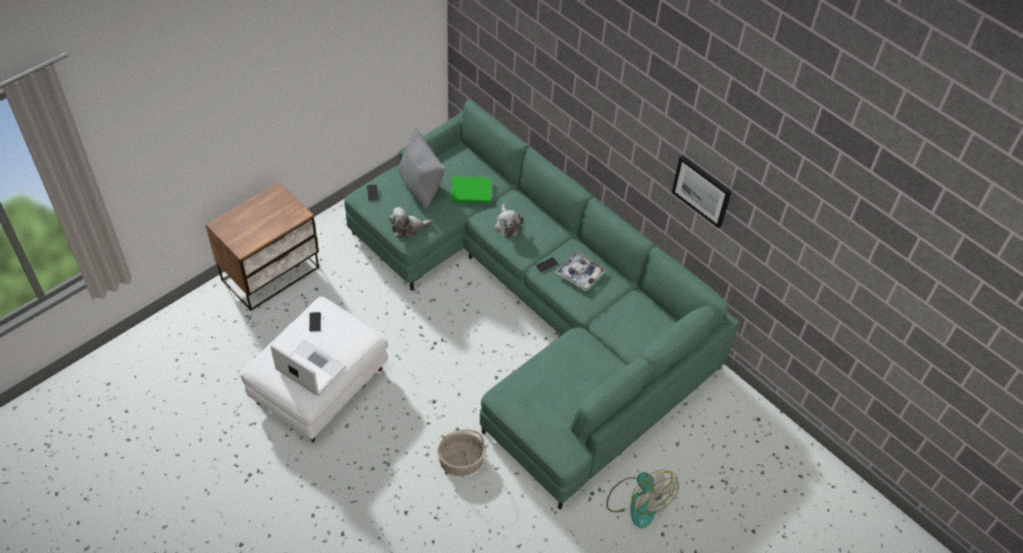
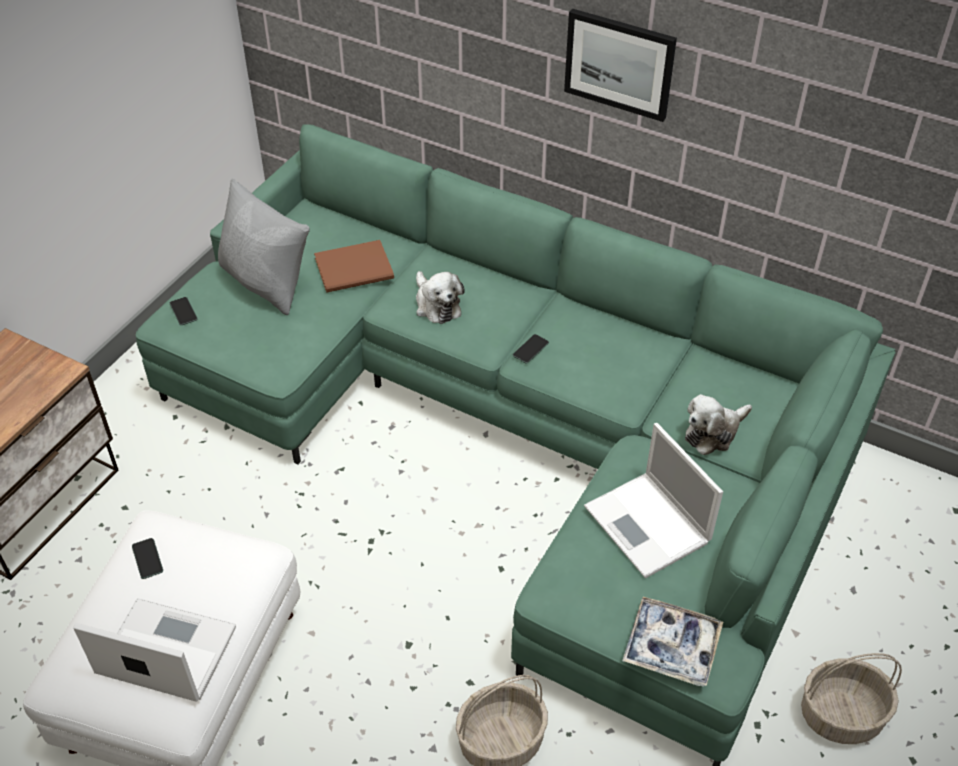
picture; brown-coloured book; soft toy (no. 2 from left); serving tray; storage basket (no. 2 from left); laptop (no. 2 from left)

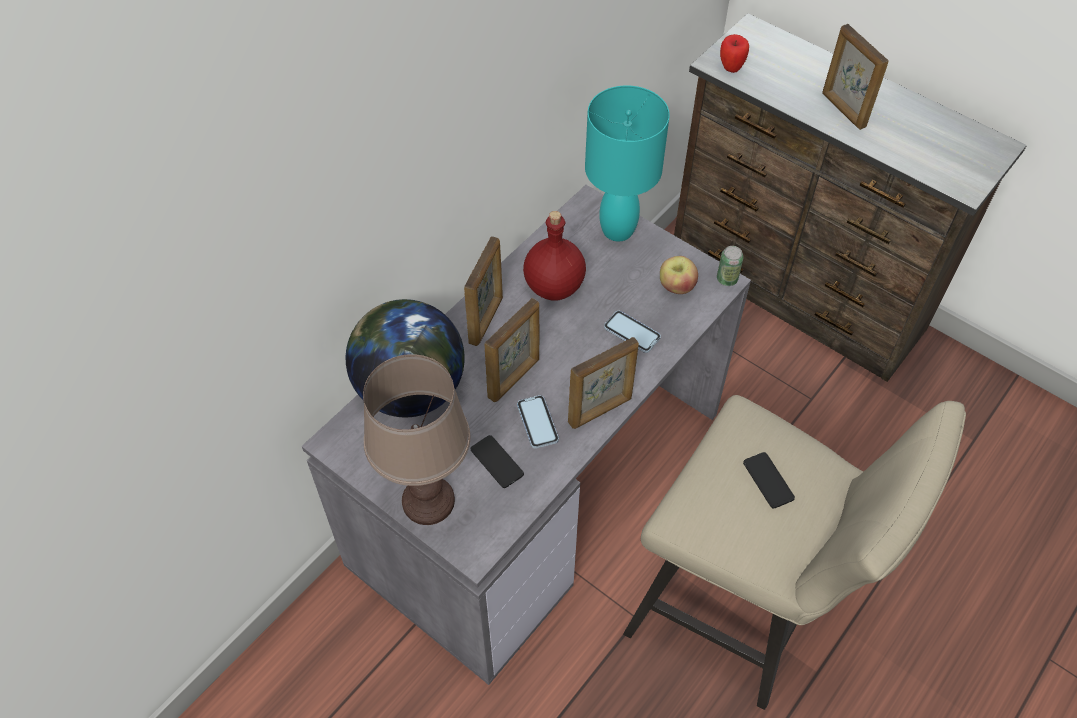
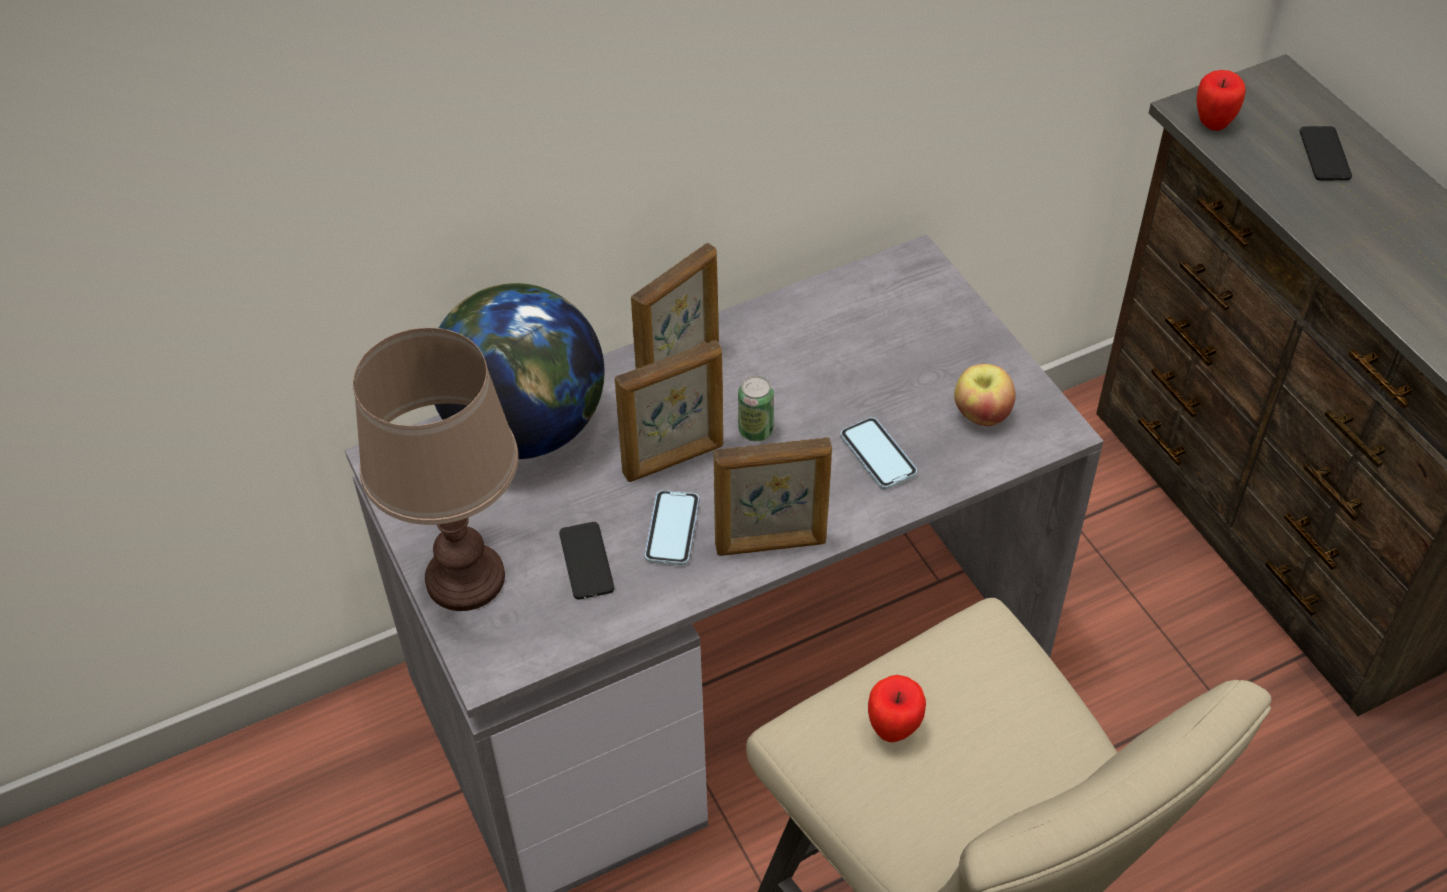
standing frame (no. 4 from left in the first image); turquoise-coloured lamp for a table; red-coloured bottle; sealed can; telephone (no. 4 from left); apple fruit (no. 1 from left)

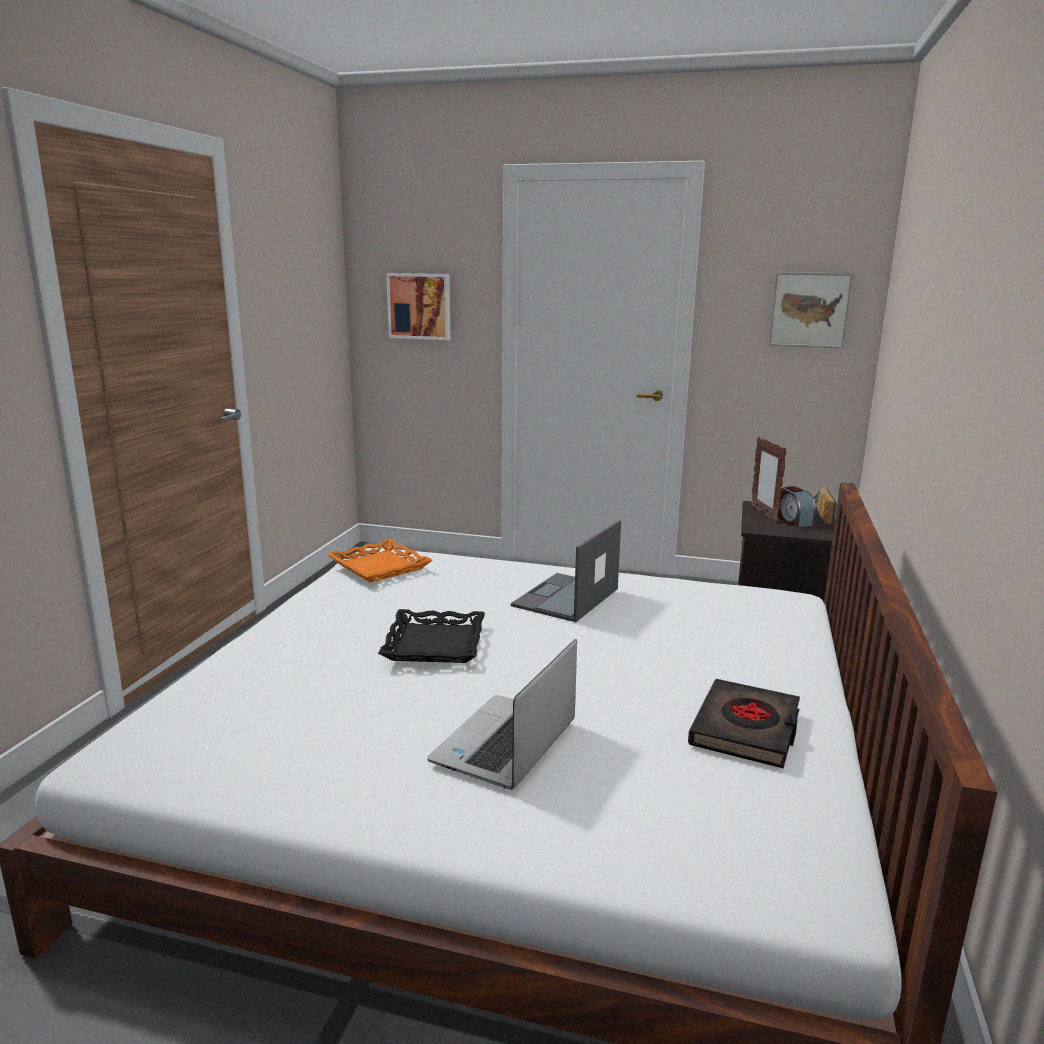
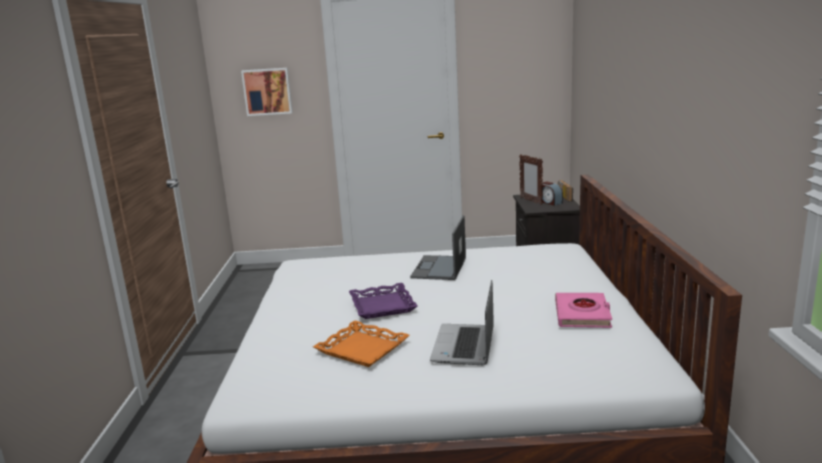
picture (no. 2 from left in the first image); orange serving tray; purplish serving tray; pinkish book

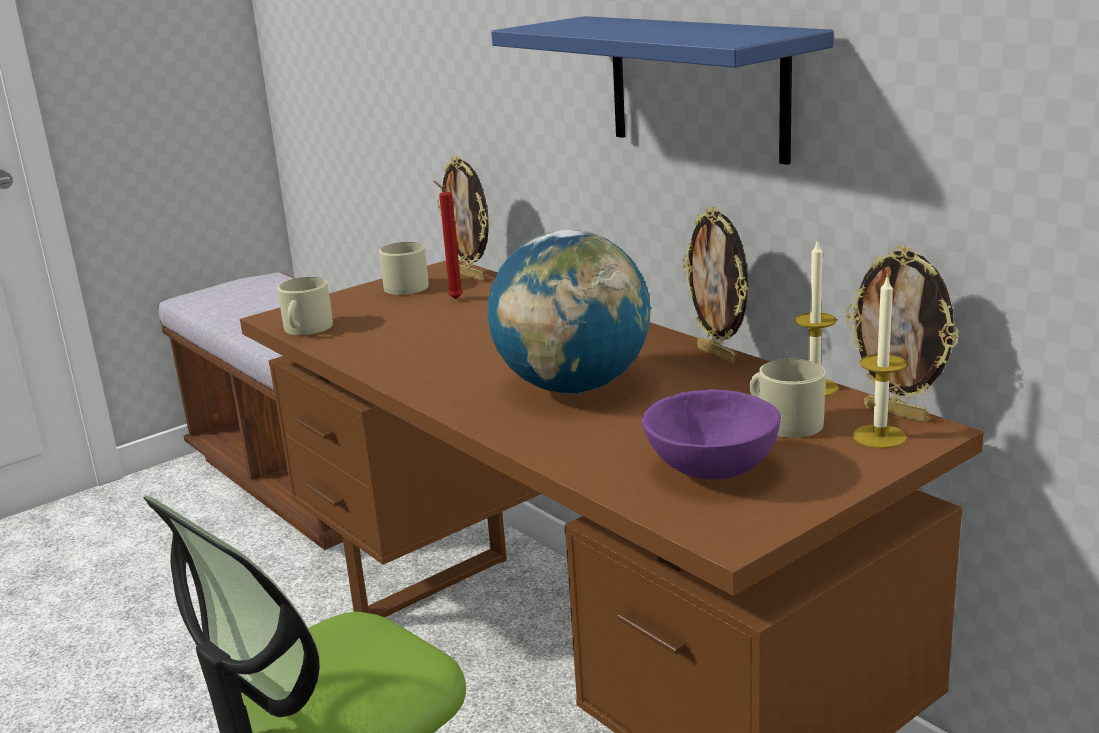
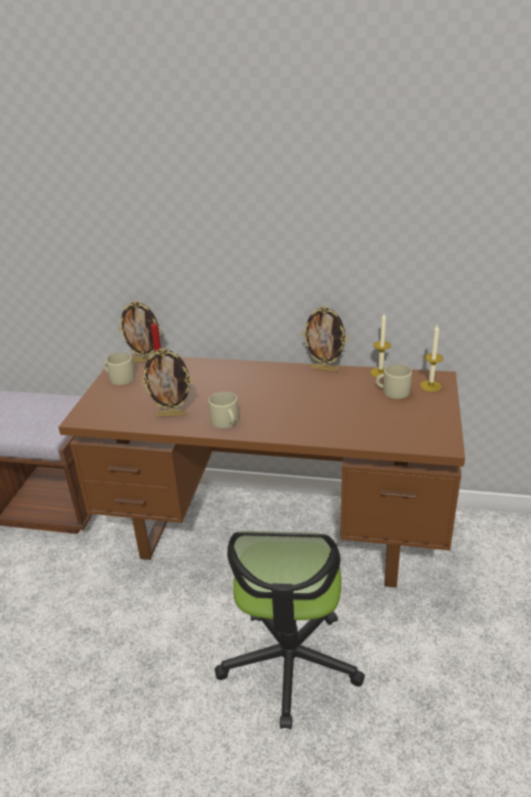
bluish bracket shelf; world globe; standing frame (no. 2 from left); beige-coloured mug (no. 2 from left); purplish serving bowl

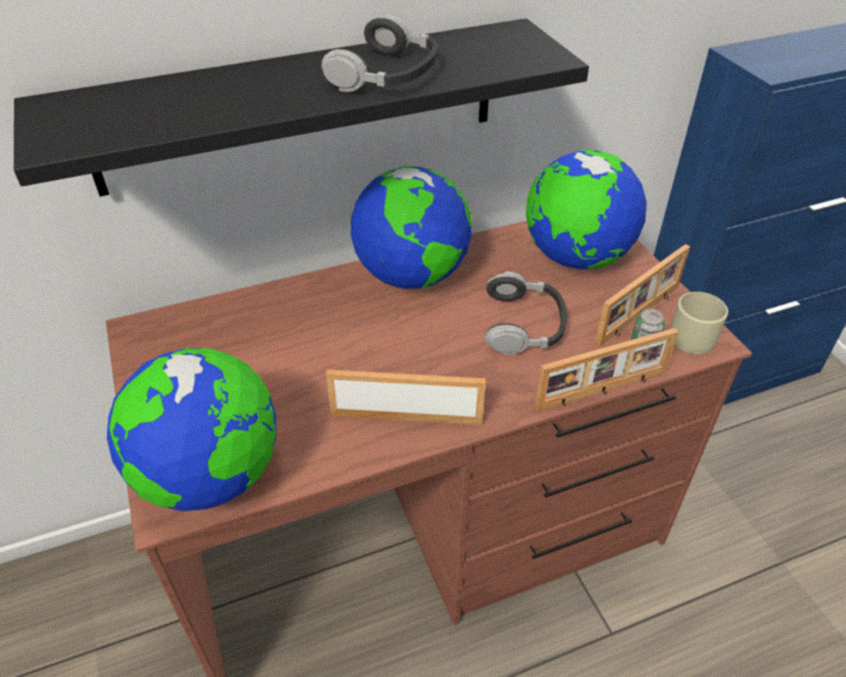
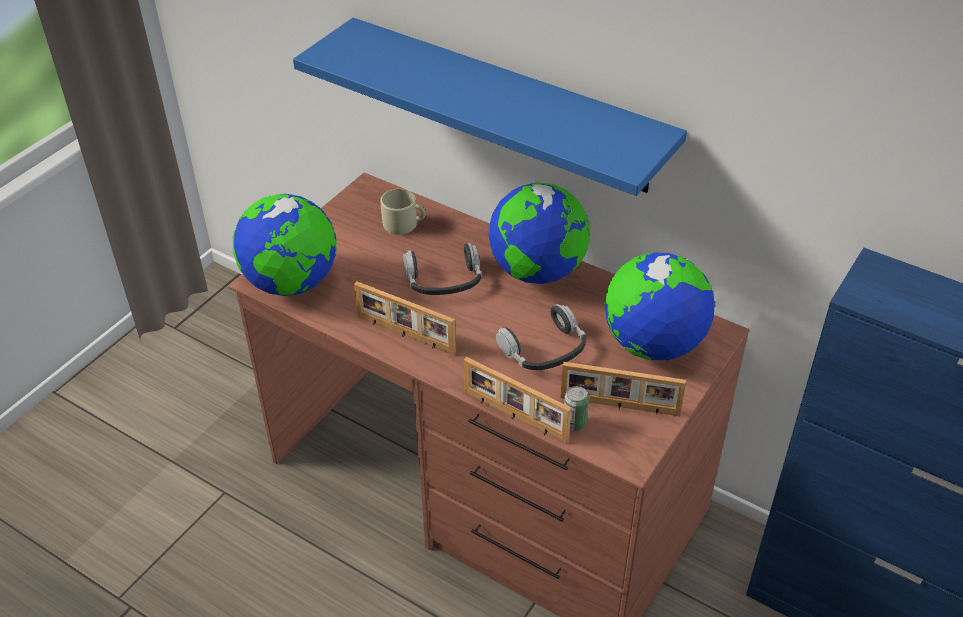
headset (no. 1 from left); bluish bracket shelf; beige-coloured mug; standing frame (no. 1 from left)

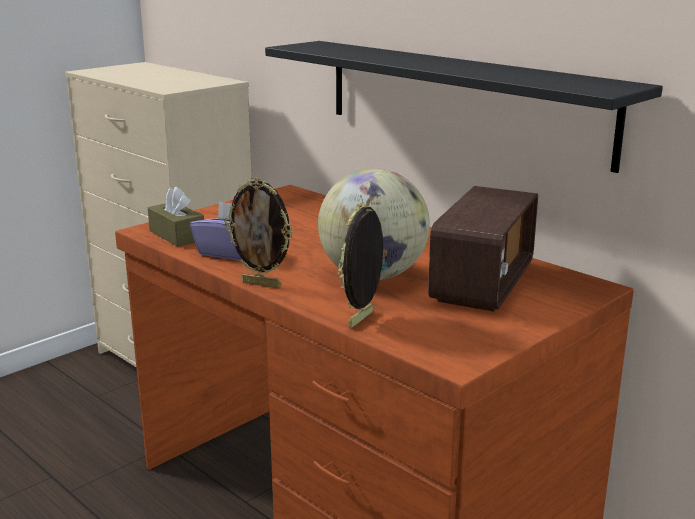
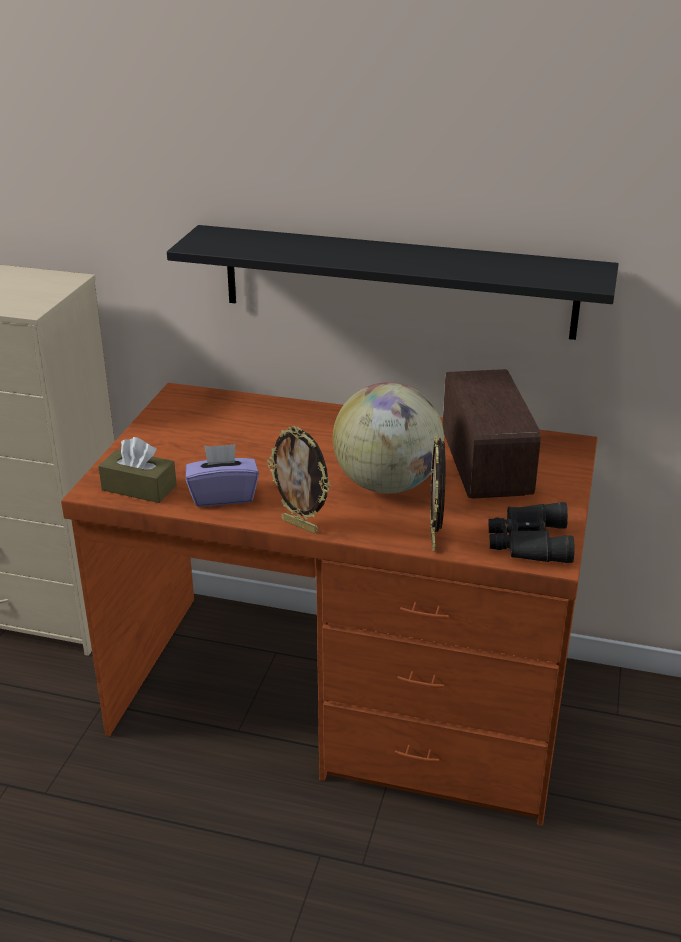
standing frame (no. 1 from left); black-coloured field glasses

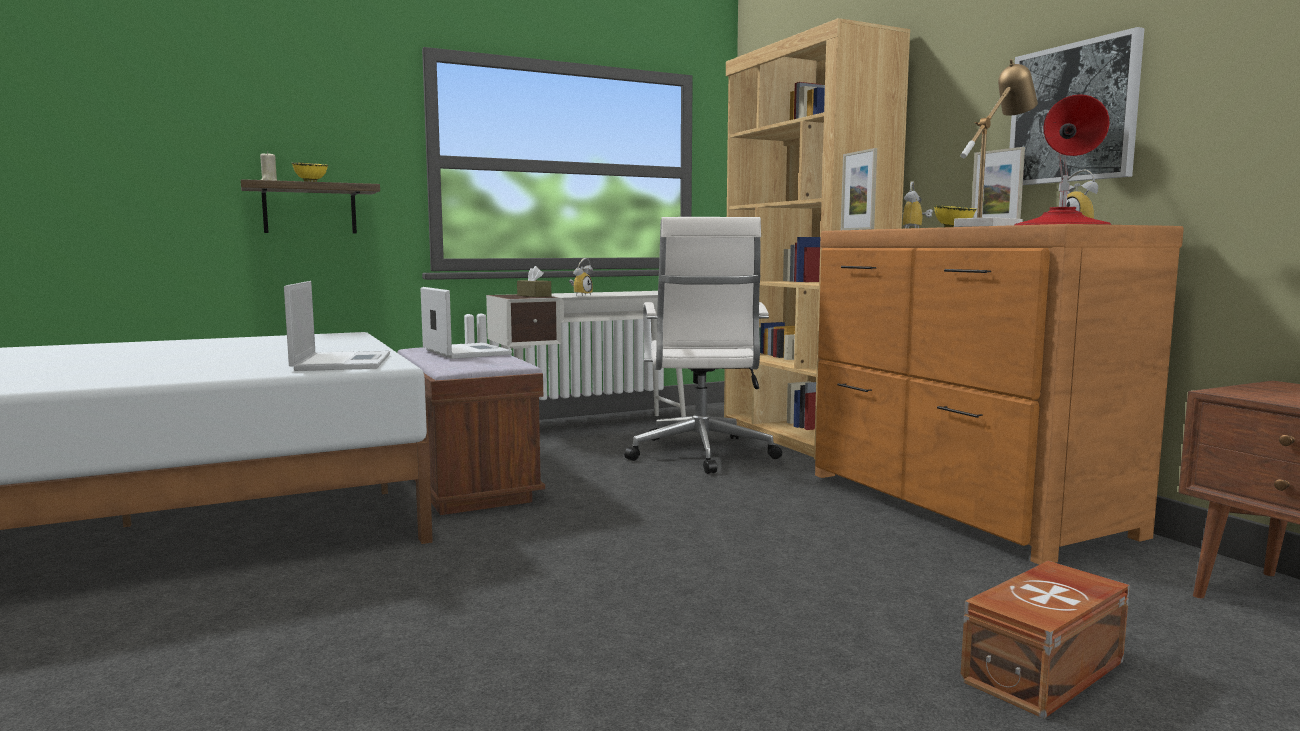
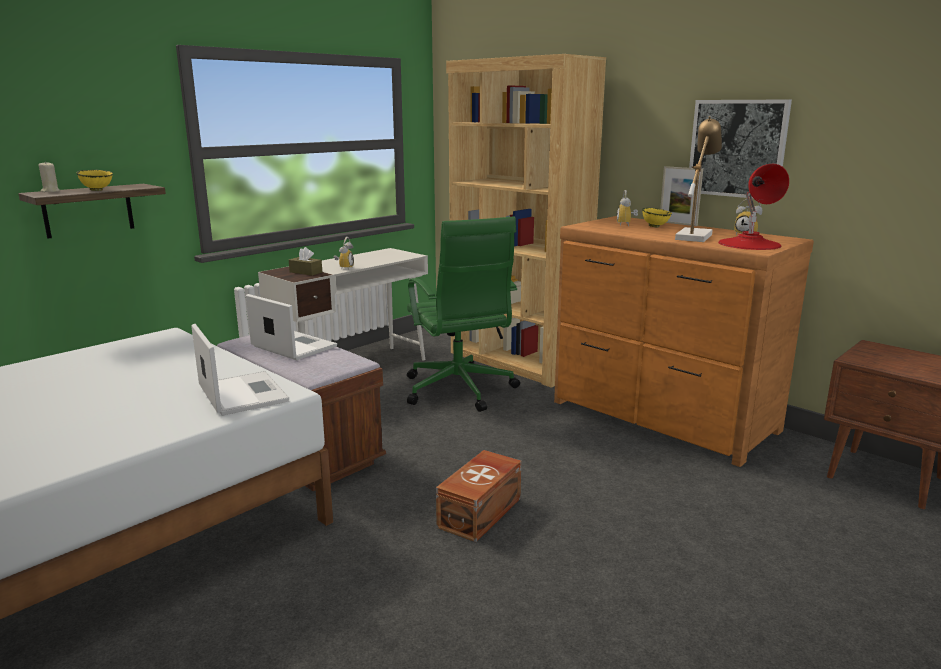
standing frame (no. 1 from left in the first image); green desk chair; brown-coloured storage bin

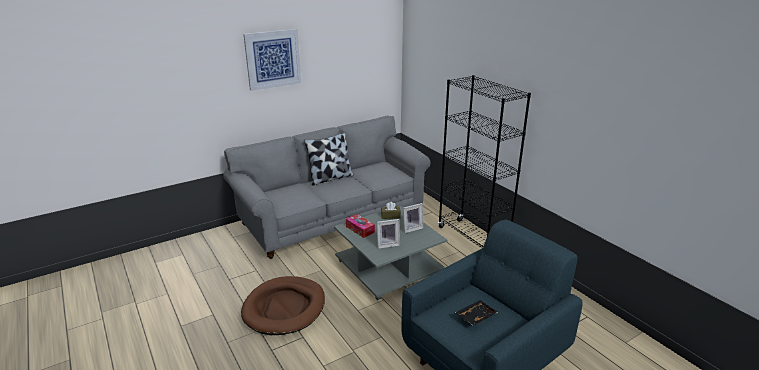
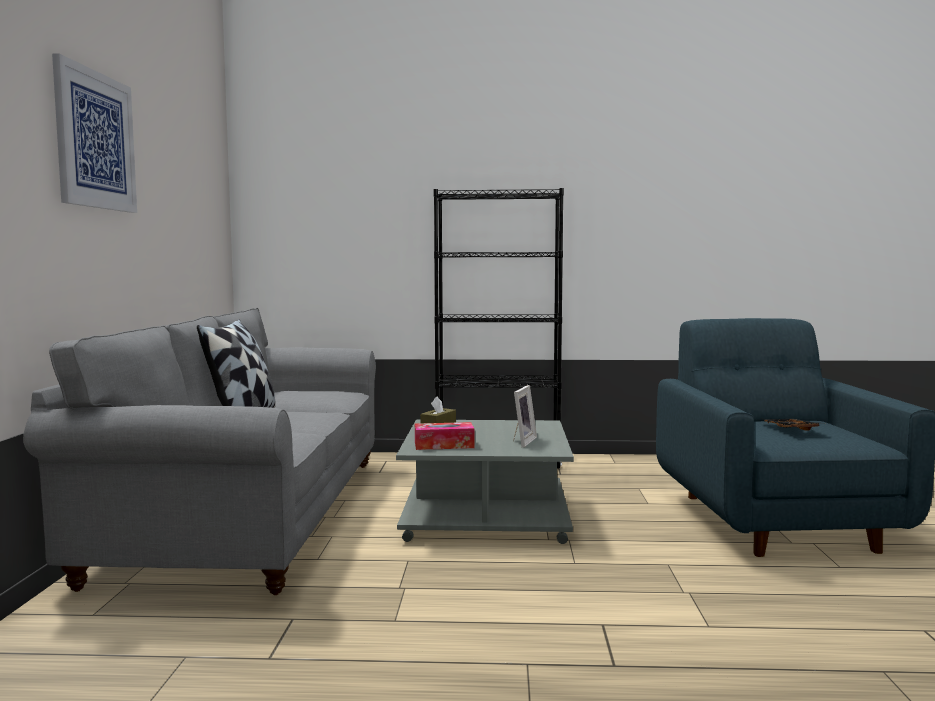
standing frame (no. 2 from left in the first image); brown-coloured dog bed

